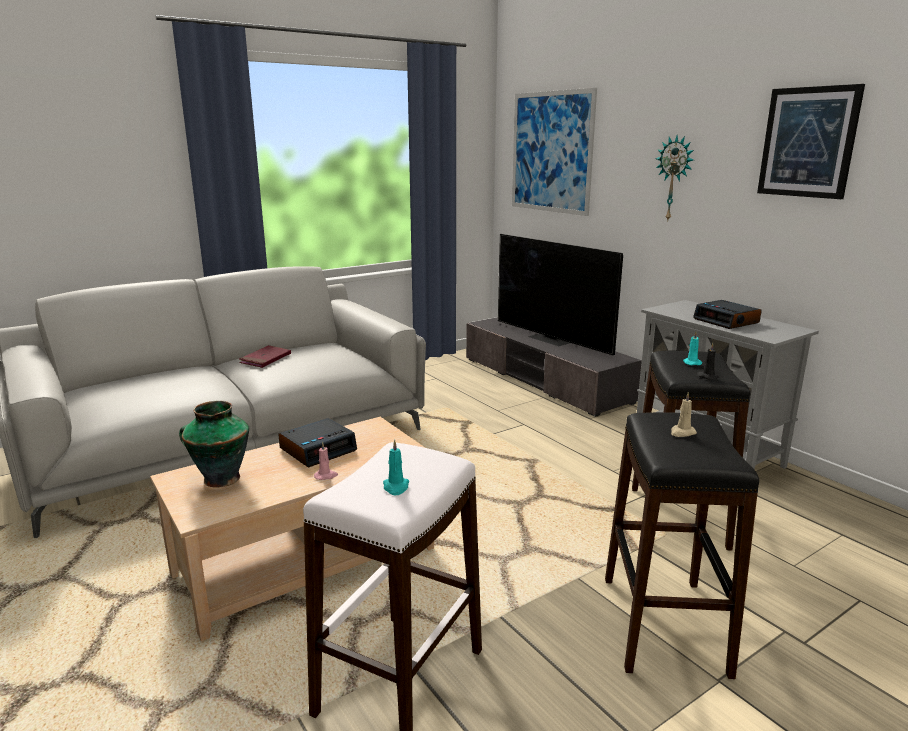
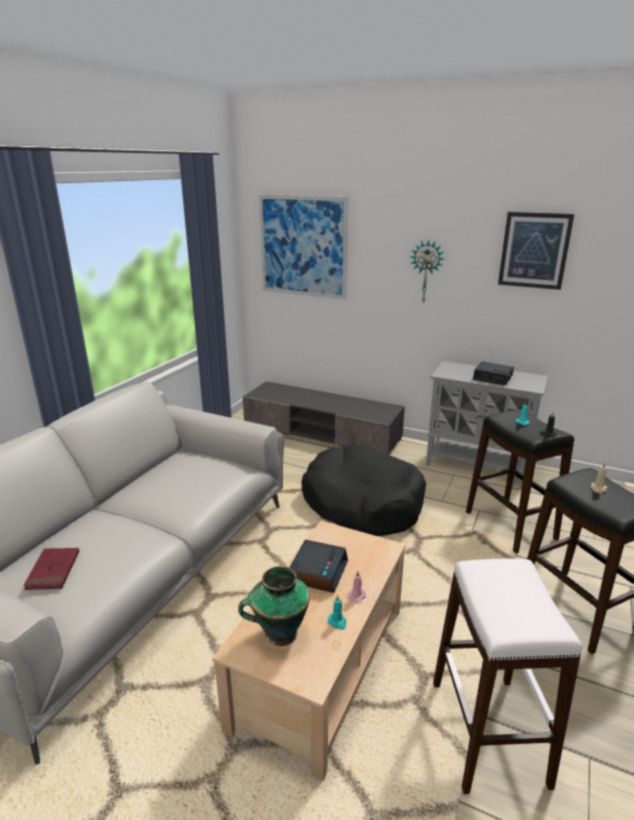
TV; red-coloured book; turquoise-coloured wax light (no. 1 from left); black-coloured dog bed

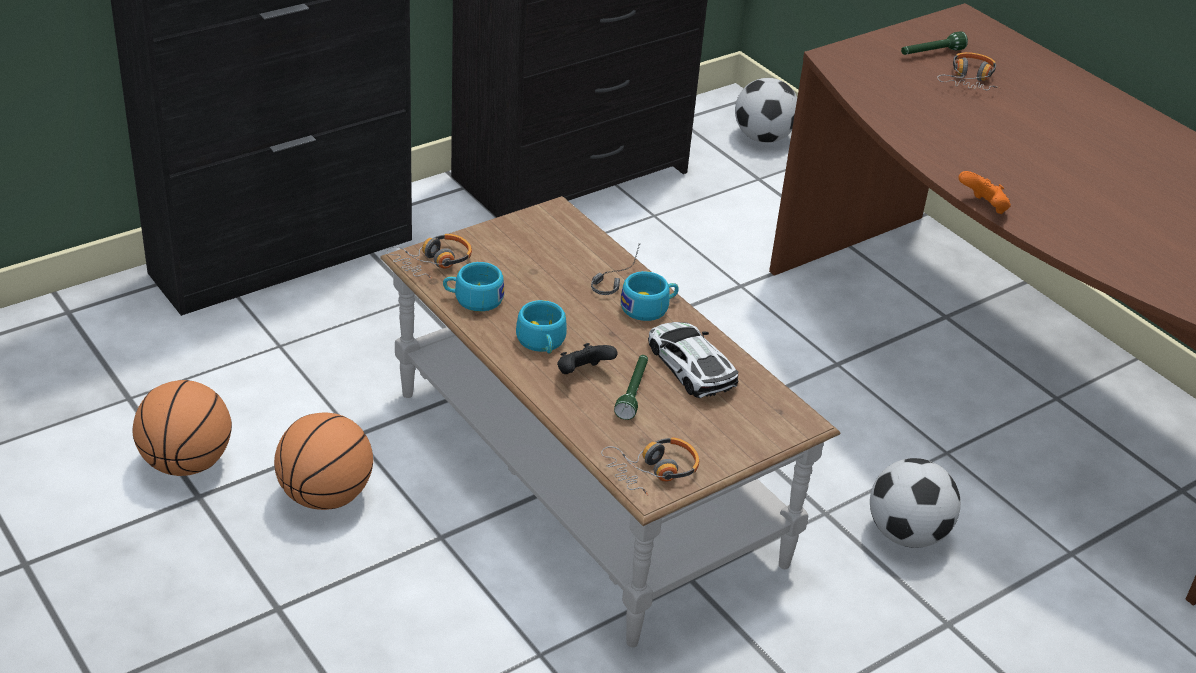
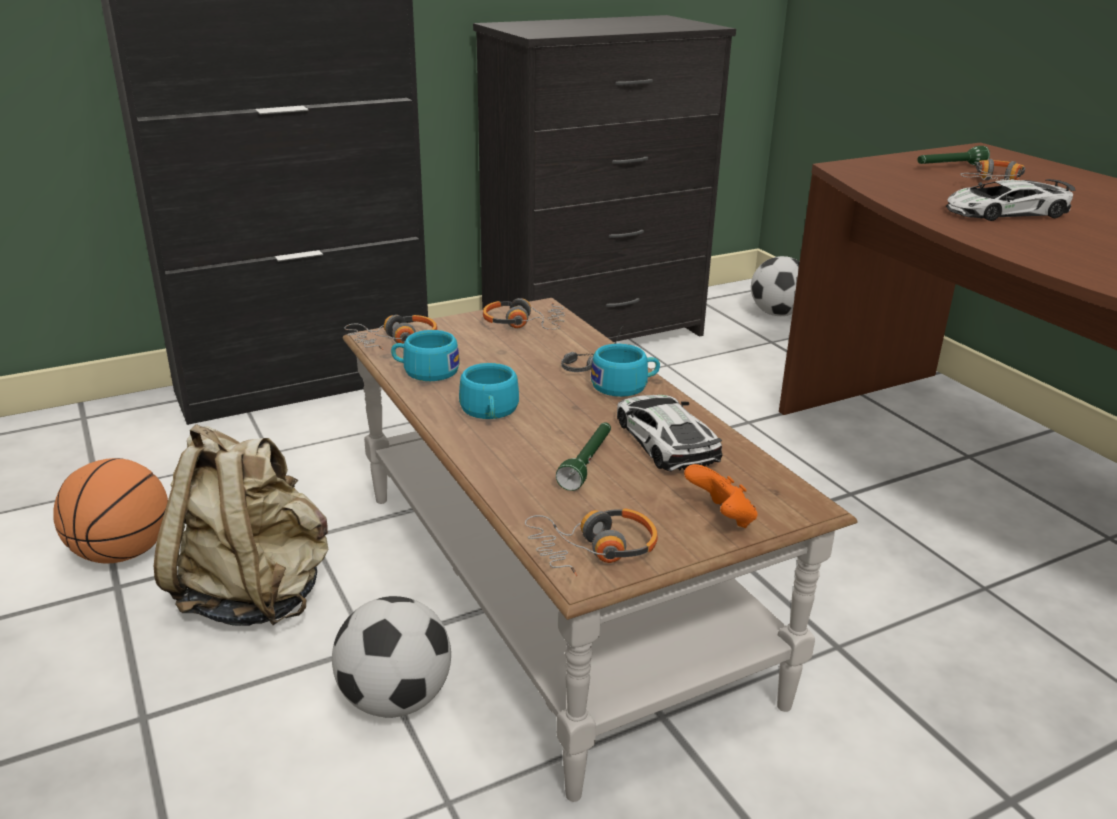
orange game controller; black-coloured game controller; beige-coloured knapsack; football ball (no. 1 from left); toy car (no. 2 from left); headset (no. 2 from left)

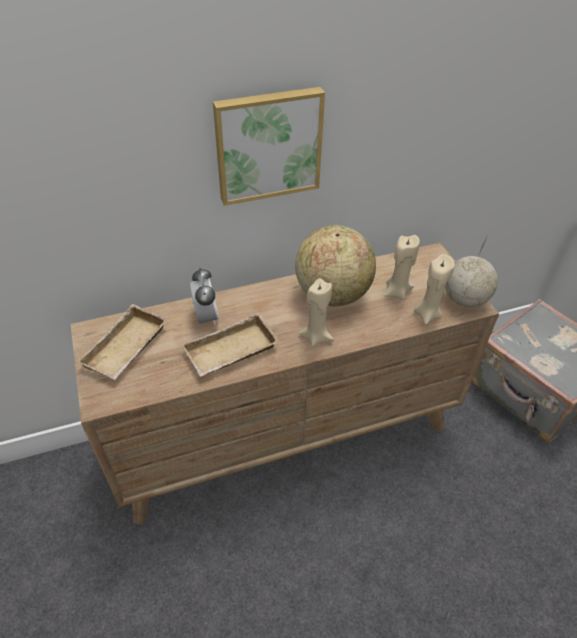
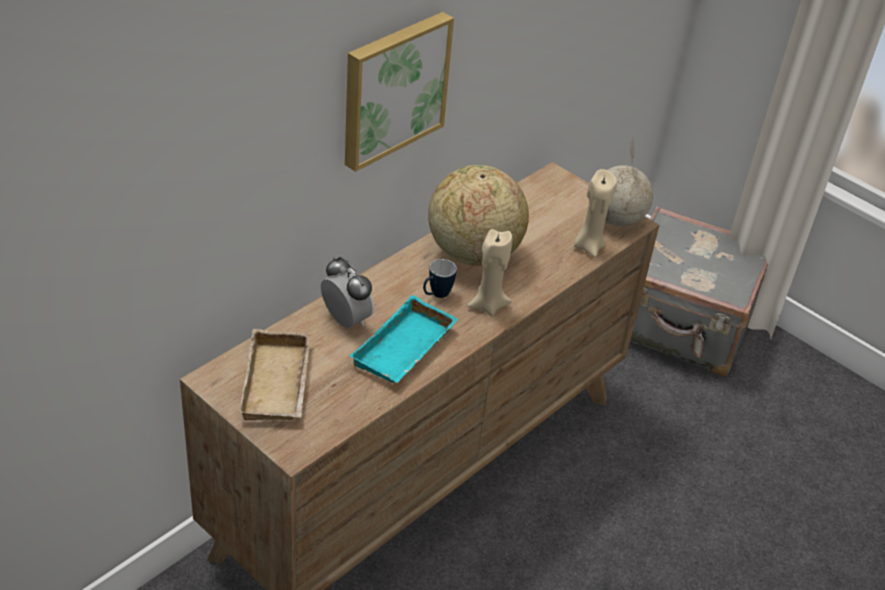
beige-coloured wax light (no. 2 from left in the first image); turquoise-coloured serving tray; mug

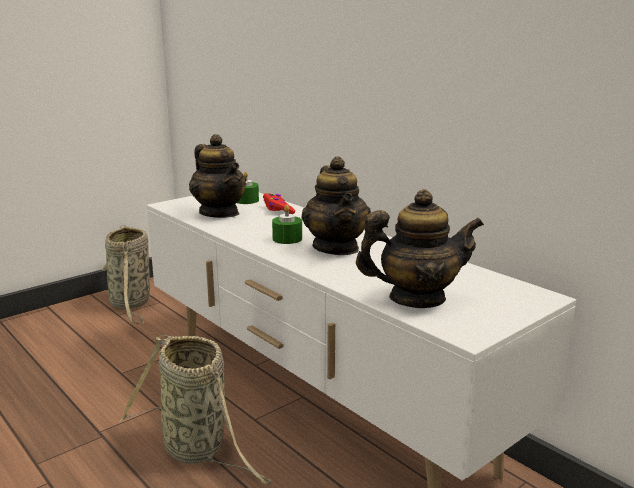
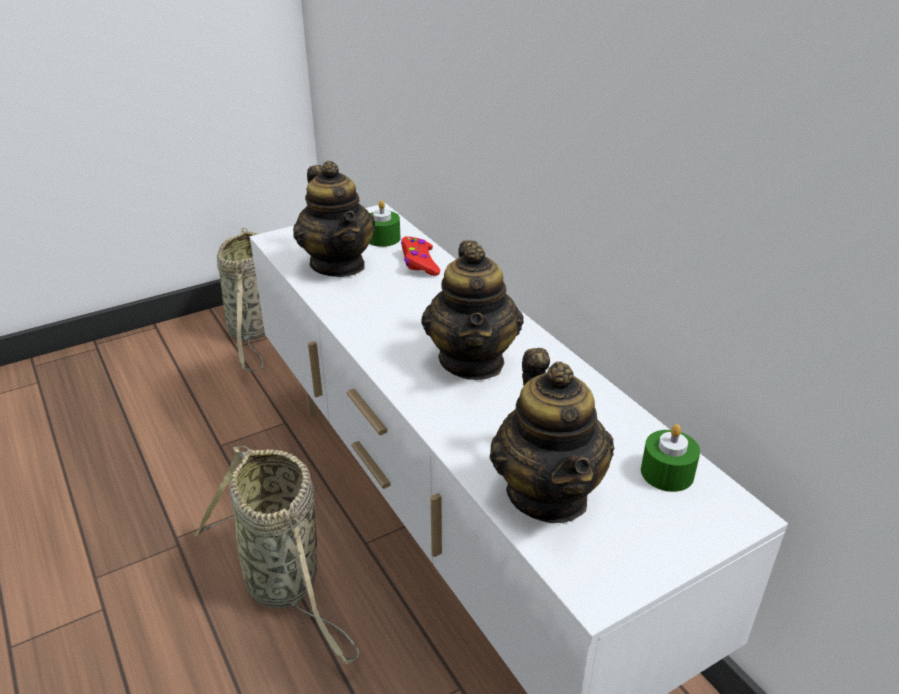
teapot (no. 3 from left); green wax light (no. 2 from left)

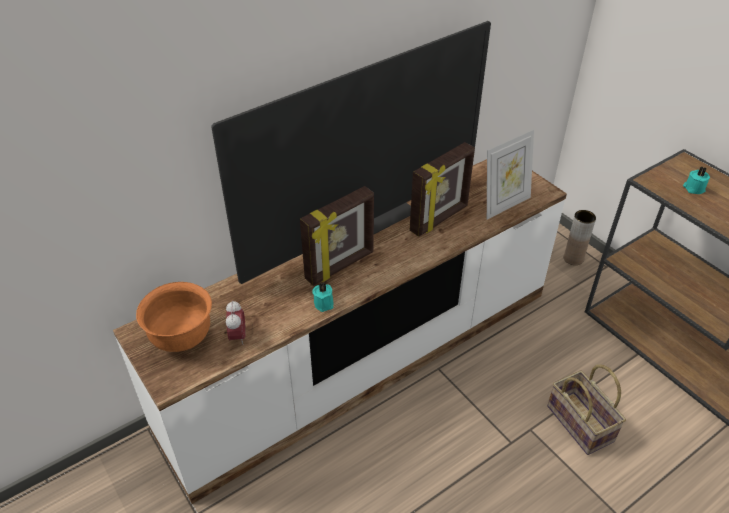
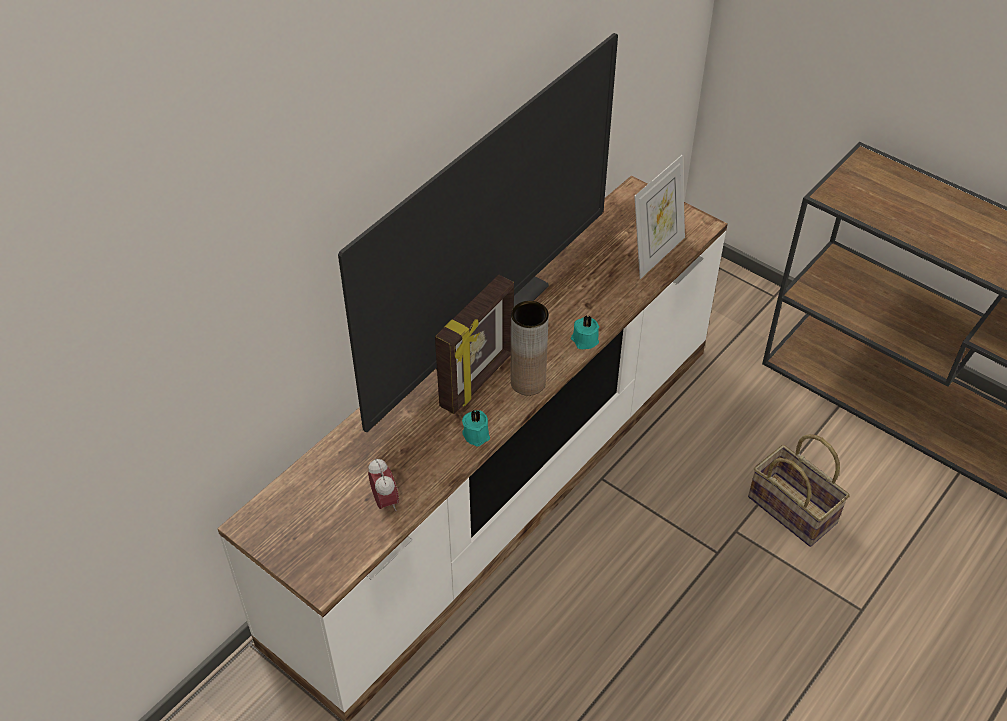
standing frame (no. 2 from left in the first image); turquoise-coloured wax light (no. 2 from left); brown-coloured vase; orange serving bowl

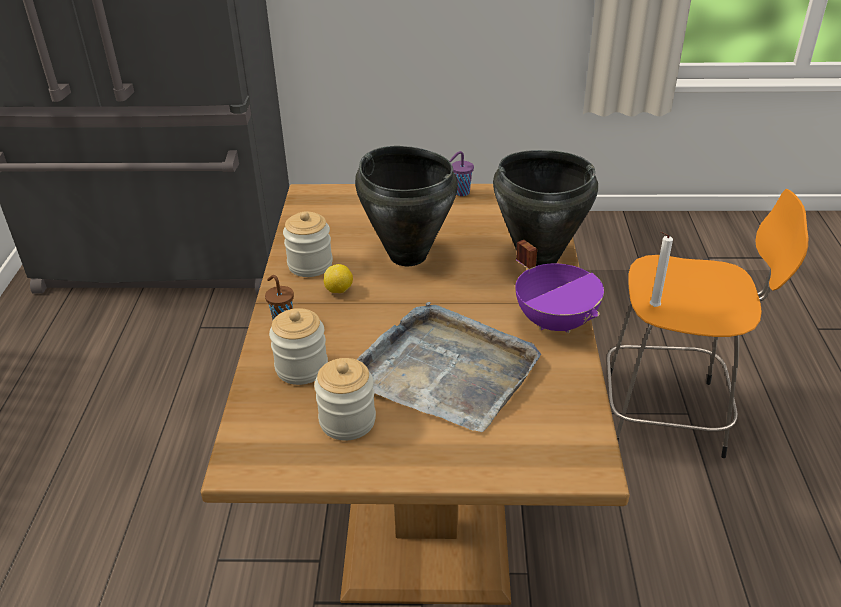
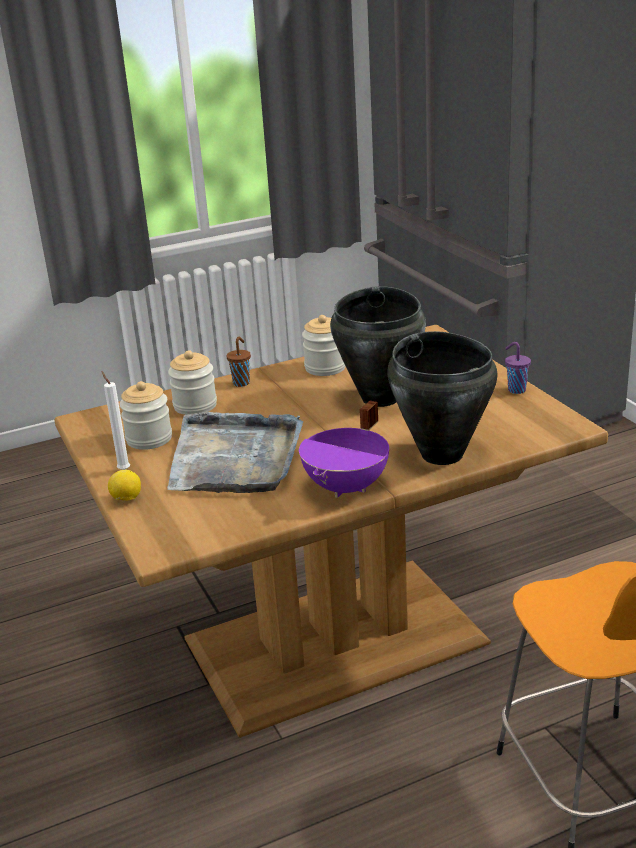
white wax light; whole lemon

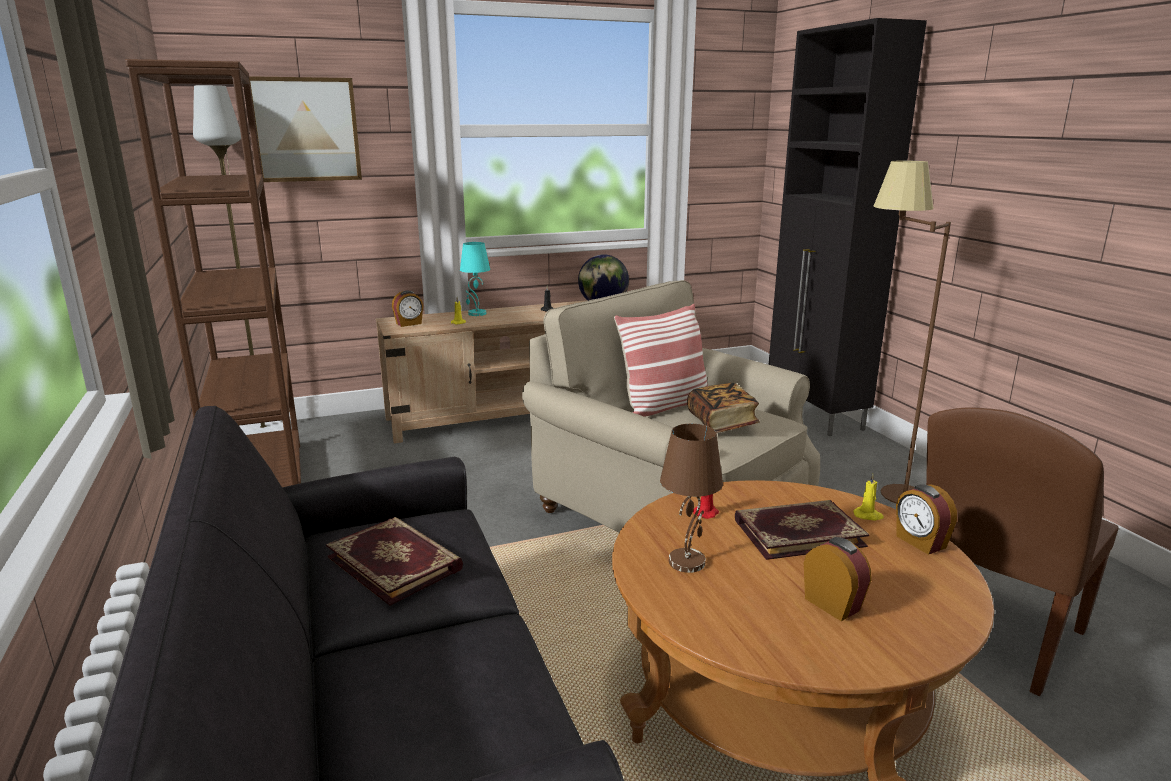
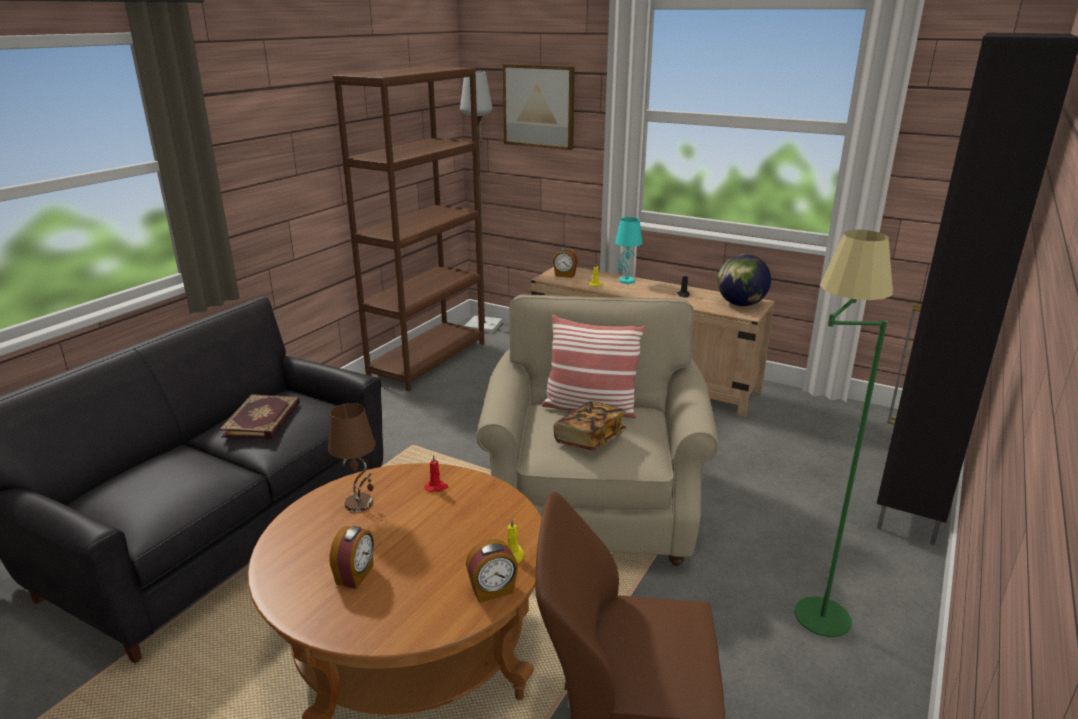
green standing lamp; bedside clock (no. 2 from left); book (no. 3 from left in the first image)

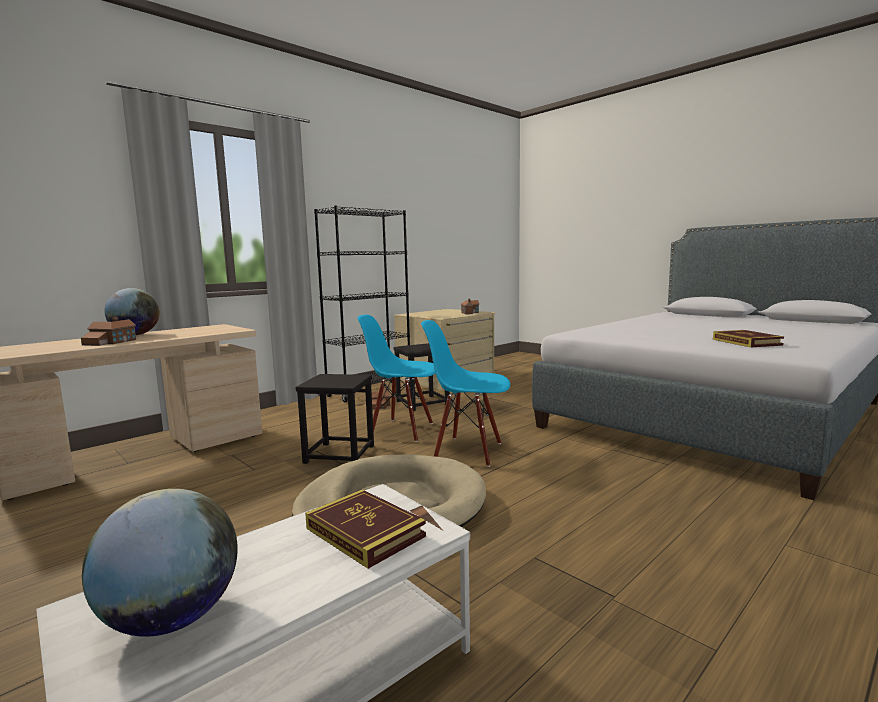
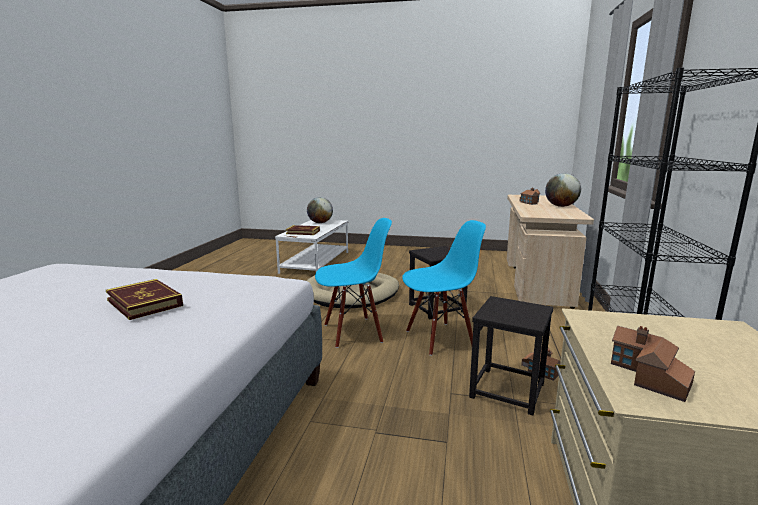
book (no. 1 from left)

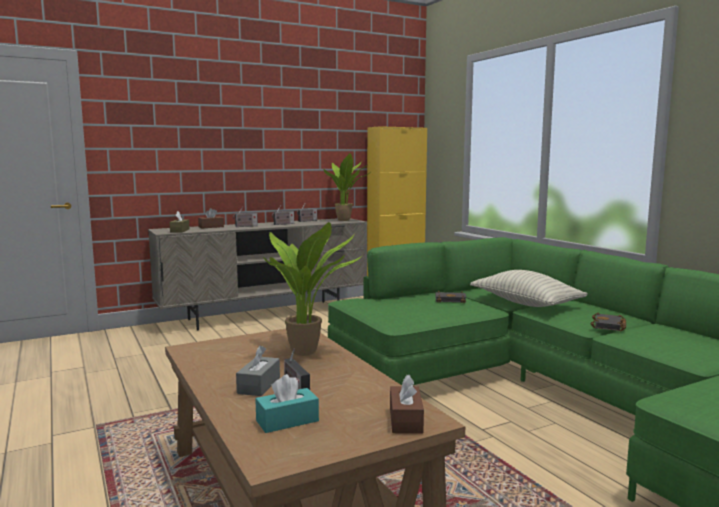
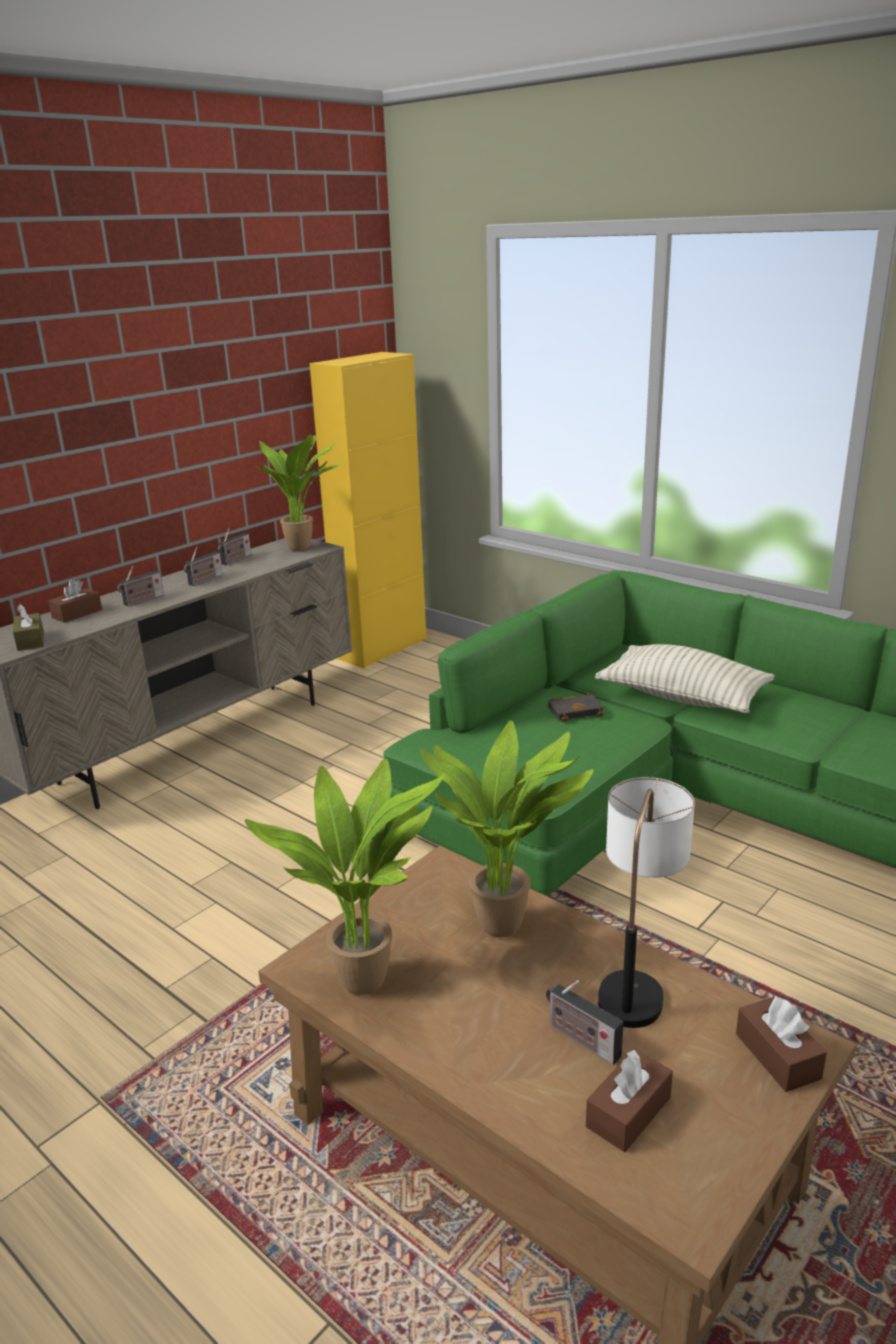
black-coloured book (no. 2 from left in the first image); grey box of tissues; brown-coloured box of tissues (no. 3 from left); houseplant (no. 2 from left); lamp for a table

